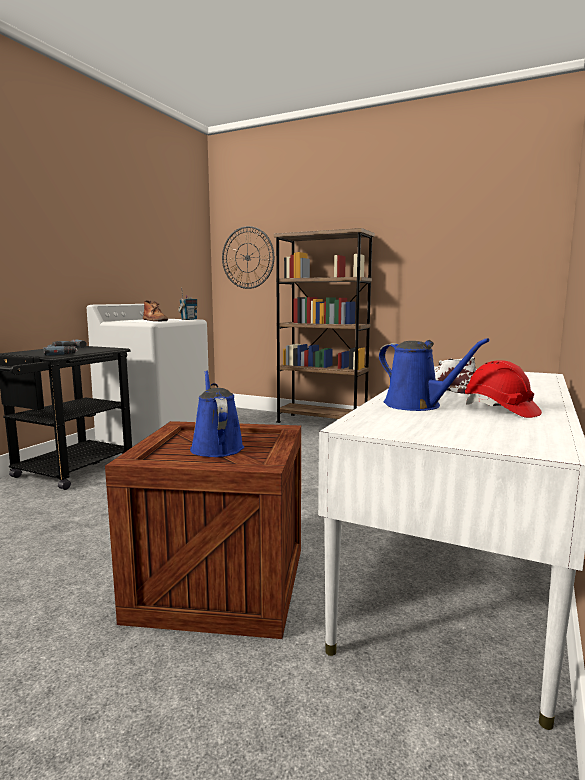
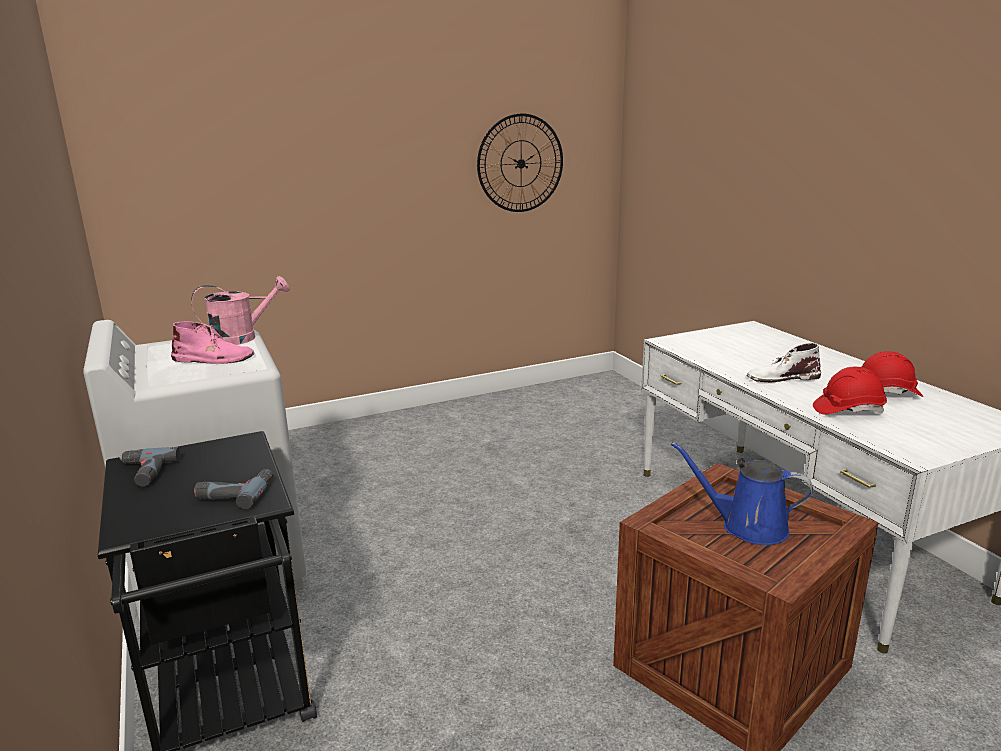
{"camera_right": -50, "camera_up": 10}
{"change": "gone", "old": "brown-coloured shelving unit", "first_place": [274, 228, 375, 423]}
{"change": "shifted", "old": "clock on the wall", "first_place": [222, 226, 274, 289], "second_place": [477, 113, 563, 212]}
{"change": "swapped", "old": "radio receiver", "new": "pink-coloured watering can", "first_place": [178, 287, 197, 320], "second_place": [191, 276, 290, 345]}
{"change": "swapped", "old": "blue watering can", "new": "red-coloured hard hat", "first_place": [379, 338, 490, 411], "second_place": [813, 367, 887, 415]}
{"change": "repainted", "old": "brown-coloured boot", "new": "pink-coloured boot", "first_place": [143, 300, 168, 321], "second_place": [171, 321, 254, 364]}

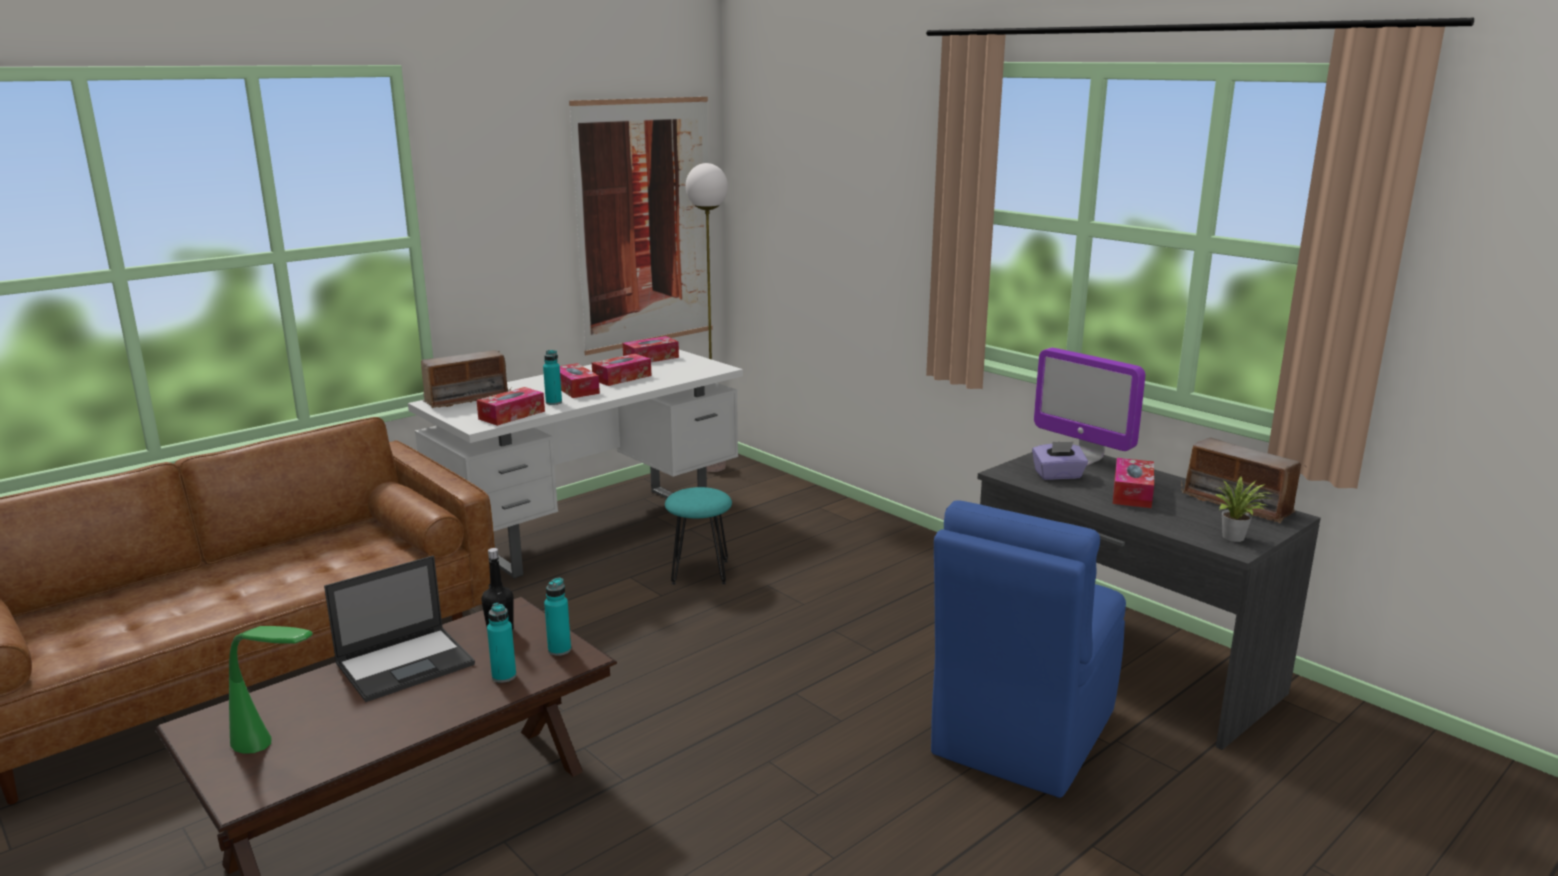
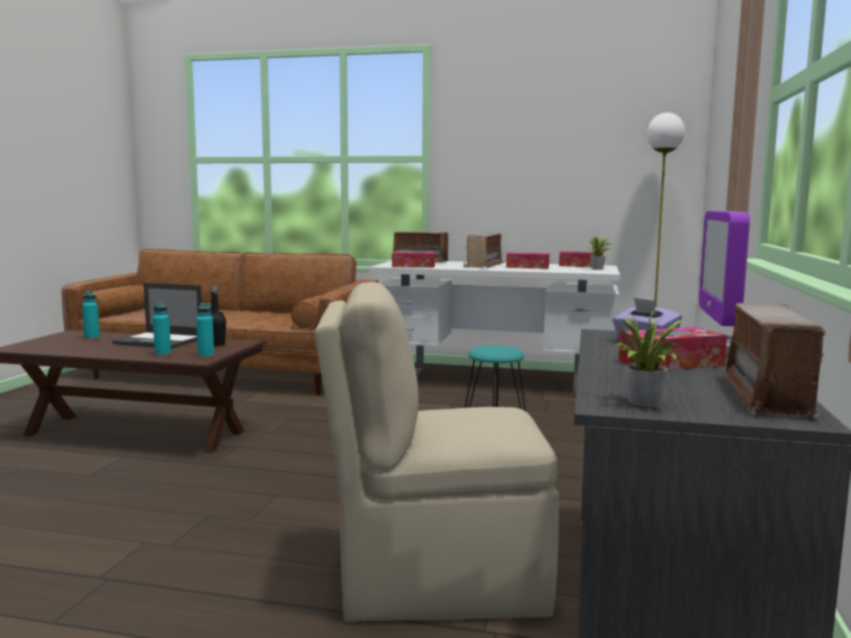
{"camera_right": 55, "camera_up": -10}
{"change": "gone", "old": "green table lamp", "first_place": [229, 626, 313, 754]}
{"change": "gone", "old": "wall picture", "first_place": [569, 97, 713, 355]}
{"change": "new", "new": "houseplant", "second_place": [585, 235, 614, 270]}
{"change": "shifted", "old": "turquoise drink bottle", "first_place": [543, 350, 562, 405], "second_place": [82, 291, 100, 339]}
{"change": "swapped", "old": "tissue box", "new": "radio receiver", "first_place": [560, 363, 600, 398], "second_place": [464, 233, 504, 268]}
{"change": "repainted", "old": "blue chair", "new": "sand-coloured chair", "first_place": [931, 501, 1126, 798], "second_place": [315, 282, 559, 621]}

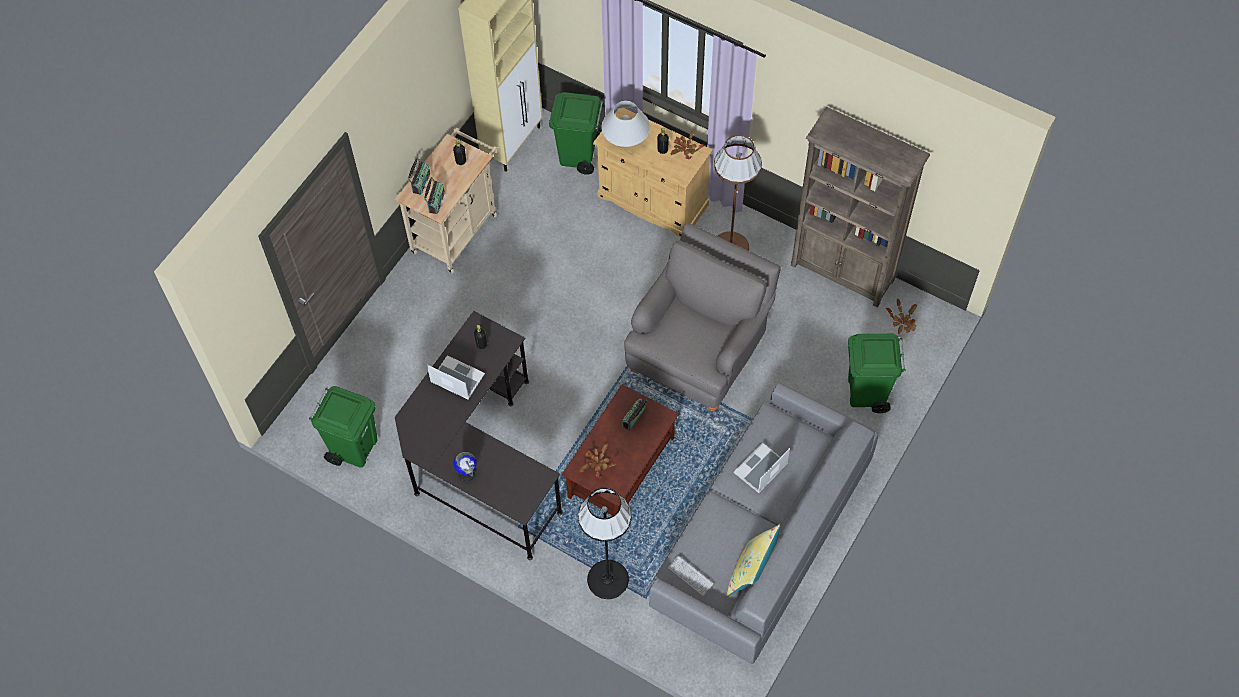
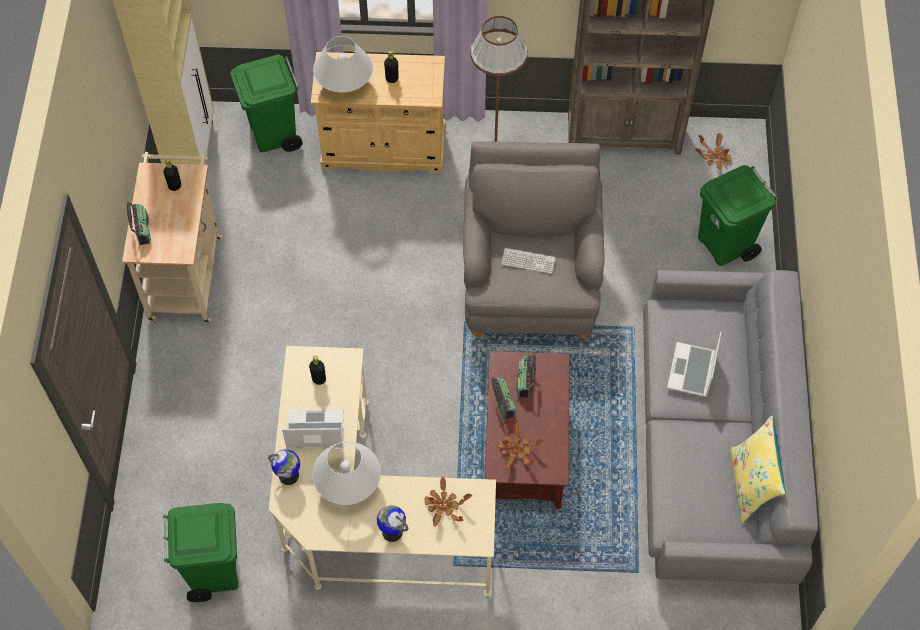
{"camera_right": -30, "camera_up": 0}
{"change": "gone", "old": "blackish standard lamp", "first_place": [578, 488, 632, 599]}
{"change": "new", "new": "world globe", "second_place": [268, 449, 300, 485]}
{"change": "new", "new": "white-coloured table lamp", "second_place": [312, 442, 381, 505]}
{"change": "shifted", "old": "radio receiver", "first_place": [424, 177, 445, 214], "second_place": [490, 377, 516, 420]}
{"change": "shifted", "old": "computer keyboard", "first_place": [668, 556, 713, 596], "second_place": [501, 248, 556, 274]}
{"change": "shifted", "old": "houseplant", "first_place": [671, 130, 705, 159], "second_place": [424, 477, 472, 527]}
{"change": "repainted", "old": "blackish desk", "new": "sand-coloured desk", "first_place": [395, 311, 563, 560], "second_place": [269, 346, 496, 596]}

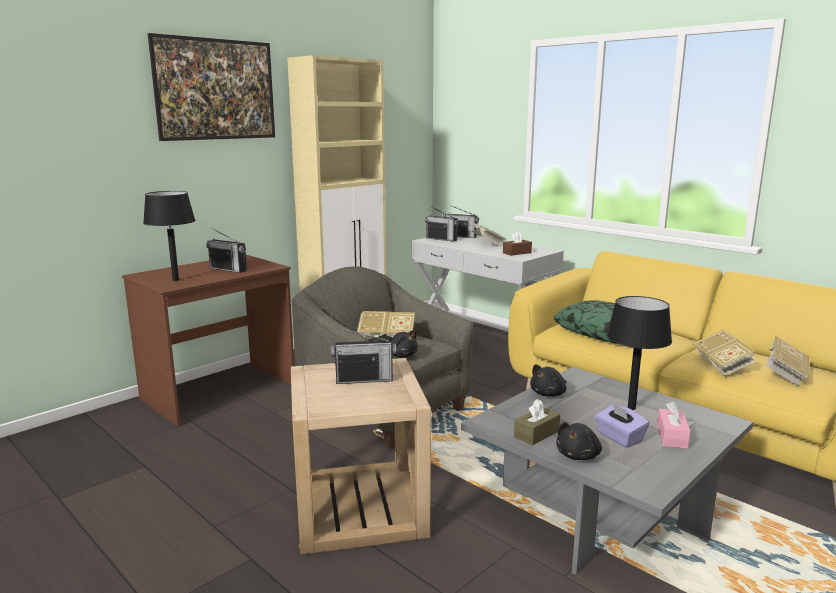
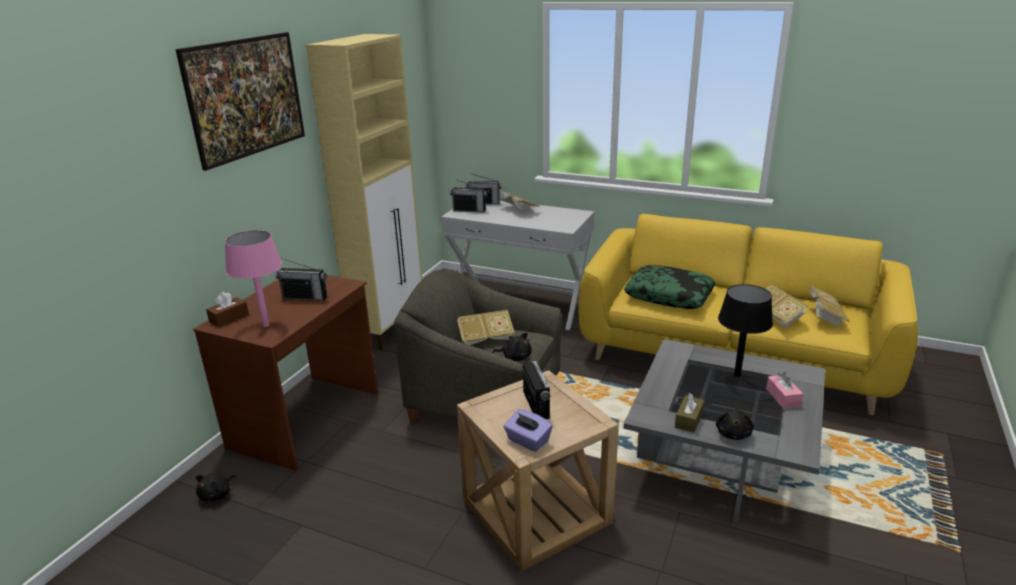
{"camera_right": -20, "camera_up": 10}
{"change": "shifted", "old": "brown-coloured tissue box", "first_place": [503, 231, 532, 256], "second_place": [206, 292, 249, 327]}
{"change": "shifted", "old": "blackish cuddly toy", "first_place": [530, 364, 567, 397], "second_place": [196, 473, 236, 501]}
{"change": "shifted", "old": "purplish tissue box", "first_place": [595, 402, 649, 448], "second_place": [504, 409, 553, 452]}
{"change": "repainted", "old": "blackish table lamp", "new": "pink-coloured table lamp", "first_place": [143, 191, 195, 281], "second_place": [225, 230, 282, 327]}
{"change": "rotated", "old": "radio receiver", "first_place": [331, 328, 396, 384], "second_place": [523, 360, 550, 419], "degrees": -75}

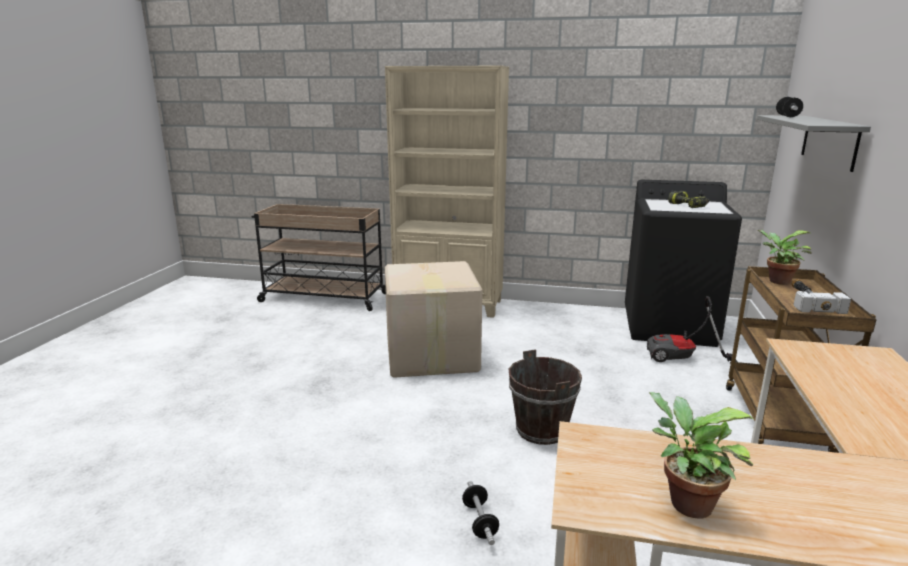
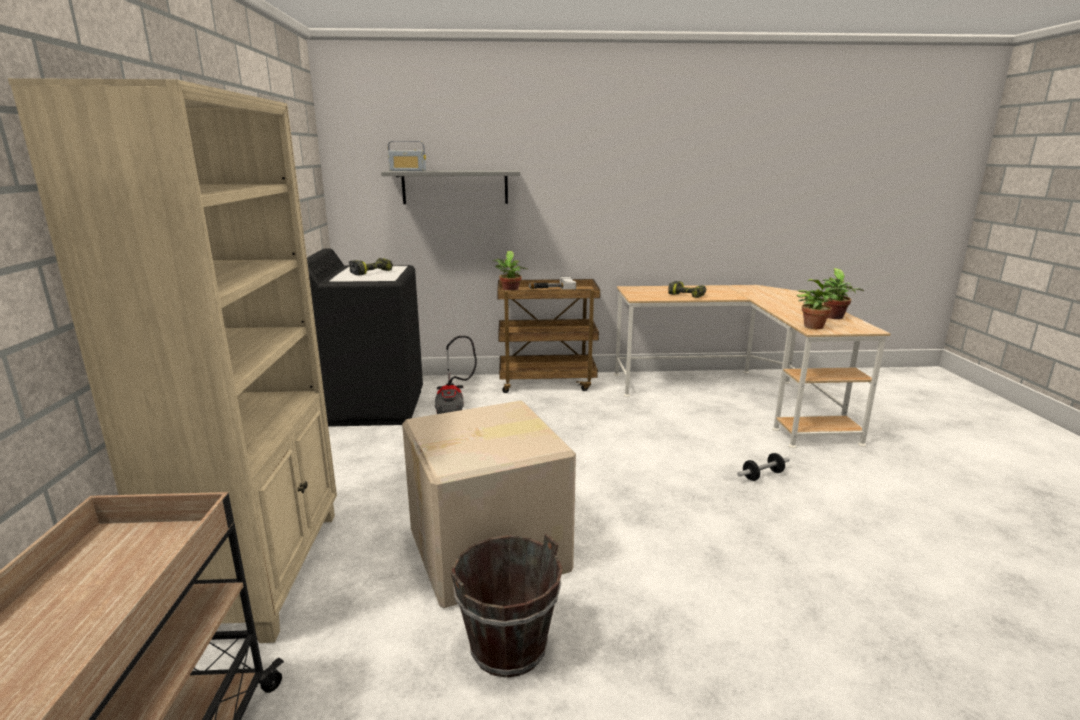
{"camera_right": -105, "camera_up": 0}
{"change": "new", "new": "power drill", "second_place": [668, 281, 706, 298]}
{"change": "new", "new": "houseplant", "second_place": [797, 279, 850, 329]}
{"change": "shifted", "old": "brown-coloured pail", "first_place": [509, 349, 582, 445], "second_place": [451, 534, 563, 678]}
{"change": "swapped", "old": "dumbbell", "new": "radio receiver", "first_place": [776, 97, 803, 117], "second_place": [388, 141, 426, 171]}

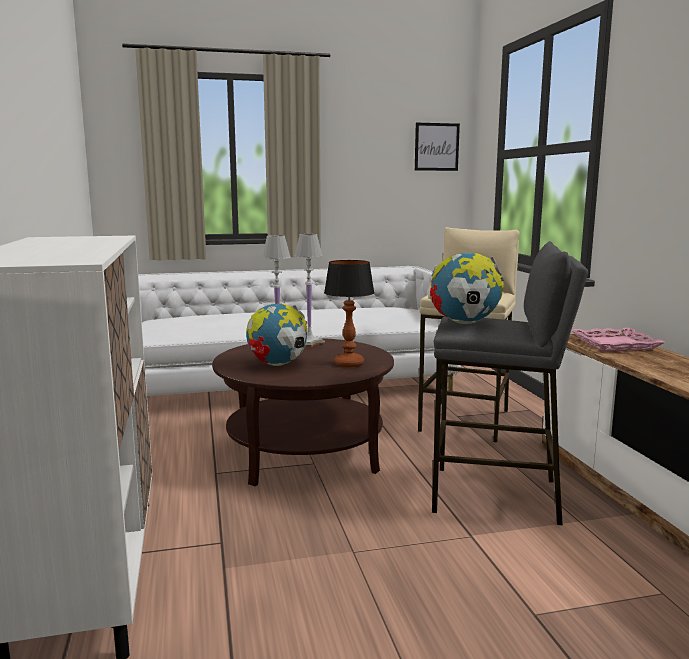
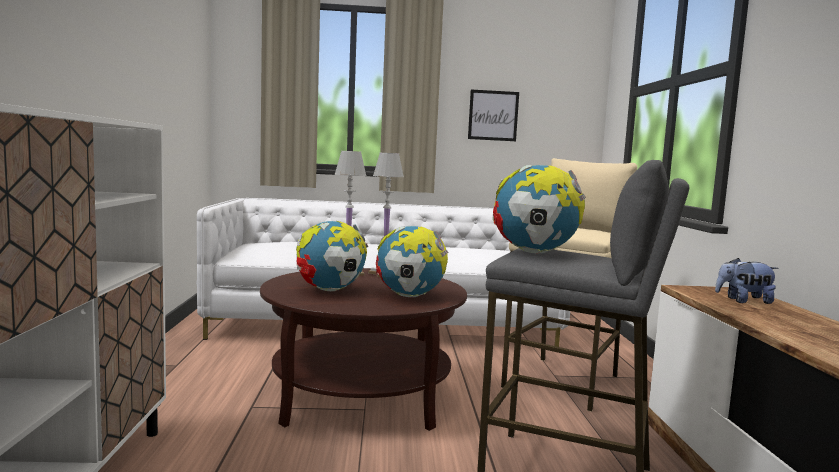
{"camera_right": 10, "camera_up": -5}
{"change": "shifted", "old": "wall picture", "first_place": [415, 123, 460, 171], "second_place": [468, 89, 519, 141]}
{"change": "swapped", "old": "table lamp", "new": "world globe", "first_place": [324, 260, 375, 367], "second_place": [376, 226, 448, 297]}
{"change": "swapped", "old": "pink-coloured tray", "new": "cuddly toy", "first_place": [571, 328, 665, 351], "second_place": [715, 258, 778, 304]}

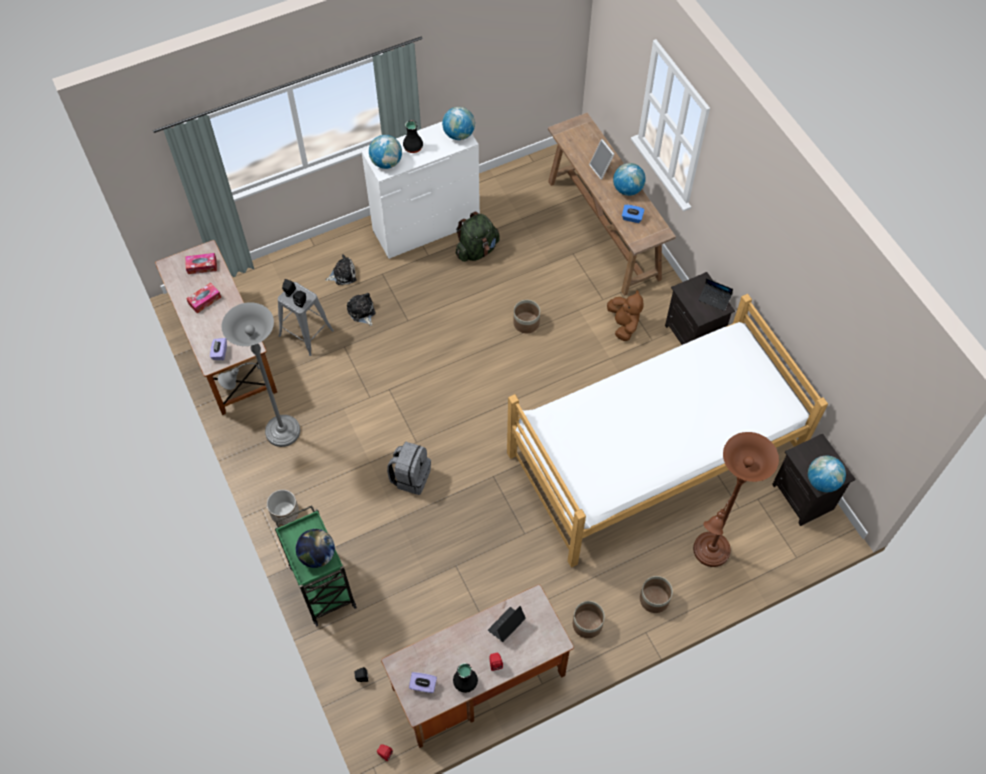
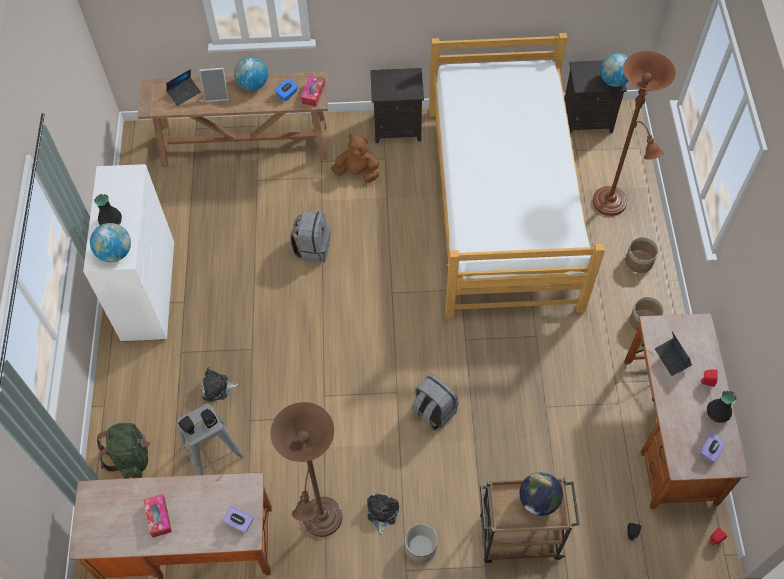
{"camera_right": -65, "camera_up": 0}
{"change": "gone", "old": "world globe", "first_place": [442, 107, 475, 140]}
{"change": "shifted", "old": "tissue box", "first_place": [185, 253, 217, 274], "second_place": [301, 76, 325, 107]}
{"change": "shifted", "old": "cuddly toy", "first_place": [325, 254, 357, 285], "second_place": [367, 493, 399, 536]}
{"change": "shifted", "old": "green knapsack", "first_place": [456, 212, 500, 262], "second_place": [97, 423, 150, 479]}
{"change": "shifted", "old": "notebook computer", "first_place": [698, 278, 733, 311], "second_place": [166, 69, 201, 106]}
{"change": "swapped", "old": "flower pot", "new": "greyish knapsack", "first_place": [513, 300, 540, 333], "second_place": [290, 210, 331, 263]}
{"change": "repainted", "old": "greyish standard lamp", "new": "brown-coloured standard lamp", "first_place": [218, 302, 300, 447], "second_place": [271, 402, 343, 537]}
{"change": "repainted", "old": "green wheeled cart", "new": "brown-coloured wheeled cart", "first_place": [274, 505, 357, 627], "second_place": [480, 477, 579, 563]}

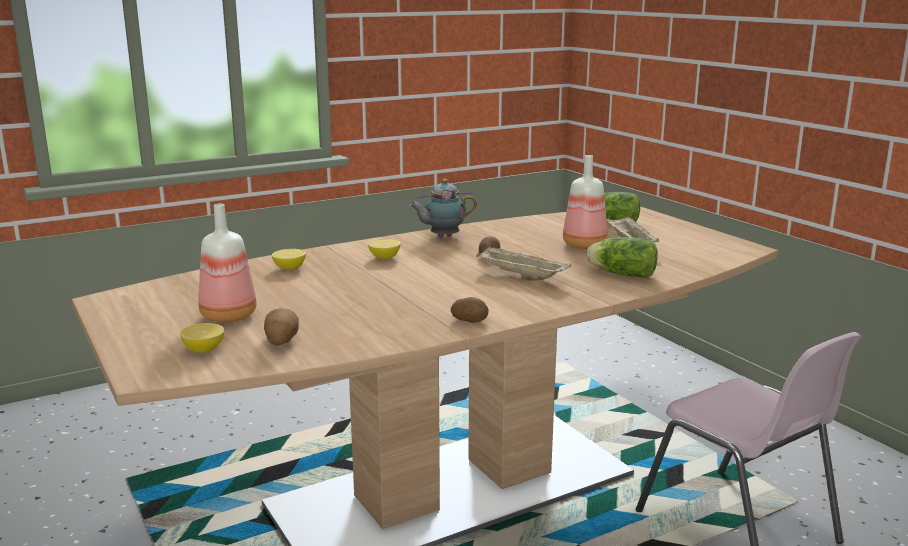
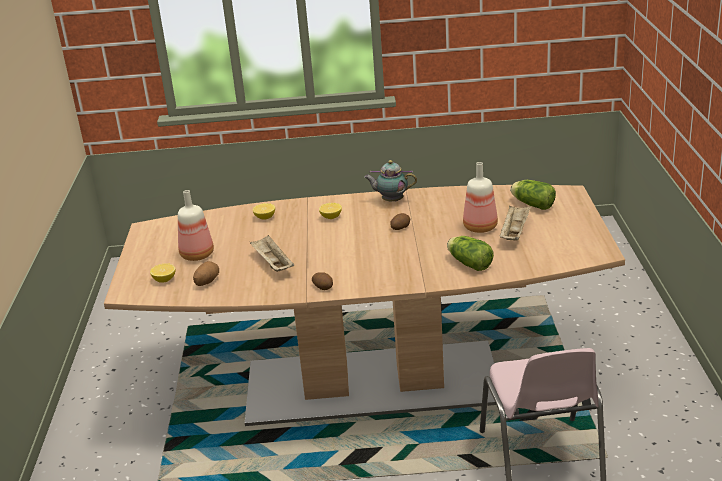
{"camera_right": 30, "camera_up": 10}
{"change": "shifted", "old": "sand-coloured tray", "first_place": [476, 246, 571, 281], "second_place": [250, 235, 294, 272]}

